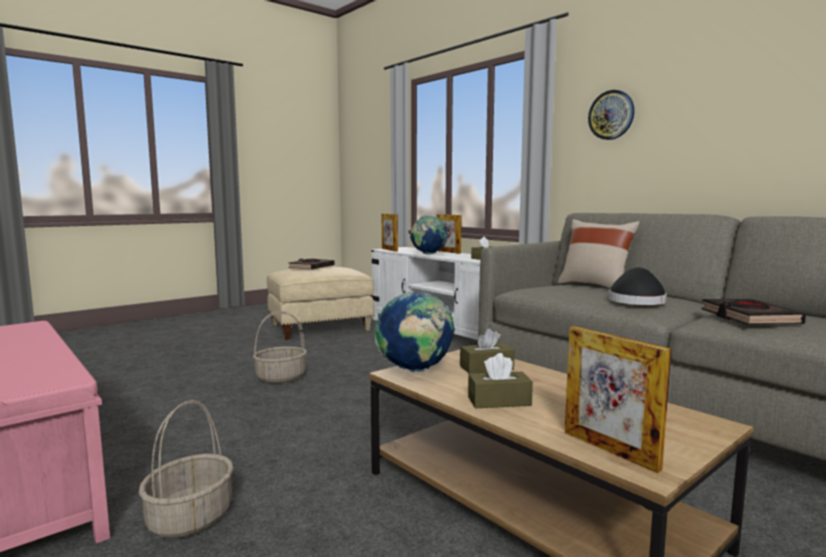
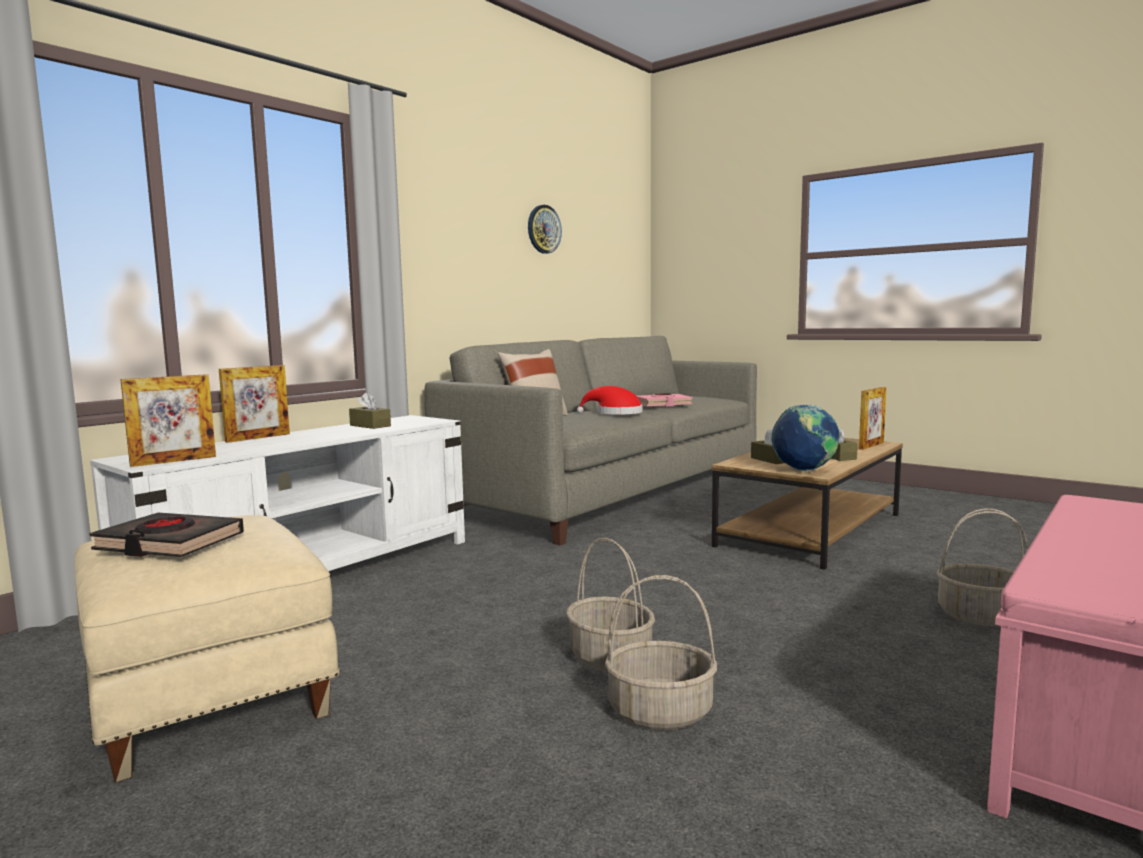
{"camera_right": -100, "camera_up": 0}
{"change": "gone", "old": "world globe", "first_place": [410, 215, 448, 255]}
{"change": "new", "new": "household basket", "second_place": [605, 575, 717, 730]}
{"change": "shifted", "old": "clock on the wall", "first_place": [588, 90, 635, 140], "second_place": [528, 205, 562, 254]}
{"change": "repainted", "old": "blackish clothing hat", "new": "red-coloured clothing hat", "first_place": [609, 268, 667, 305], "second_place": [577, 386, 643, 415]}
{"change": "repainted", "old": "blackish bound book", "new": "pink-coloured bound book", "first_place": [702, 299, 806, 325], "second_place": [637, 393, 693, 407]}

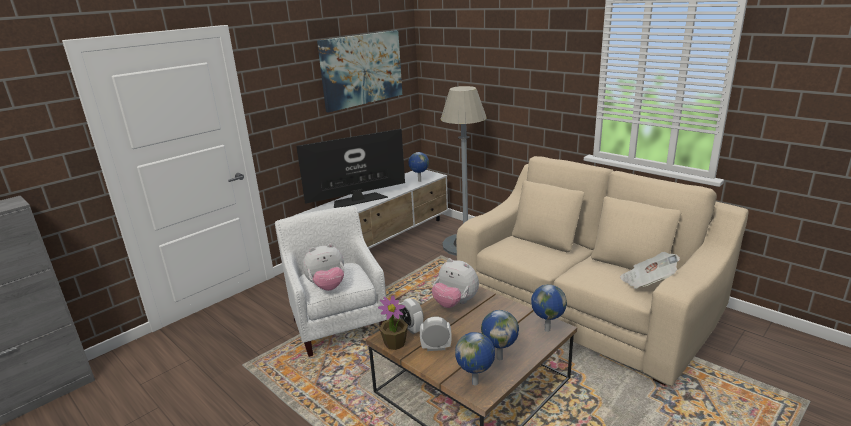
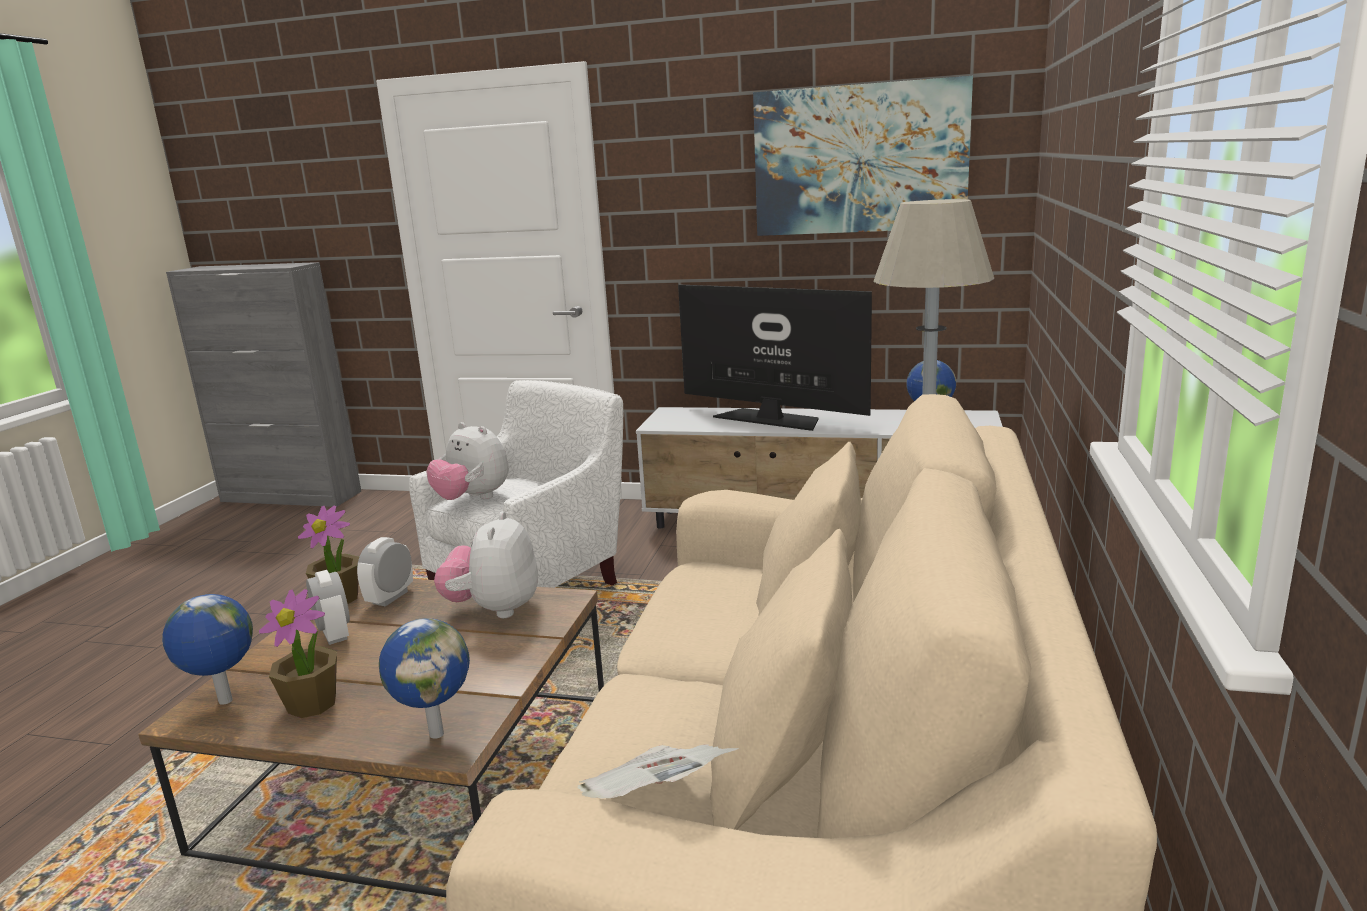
{"camera_right": 60, "camera_up": -5}
{"change": "swapped", "old": "world globe", "new": "houseplant", "first_place": [481, 310, 519, 360], "second_place": [259, 589, 337, 718]}

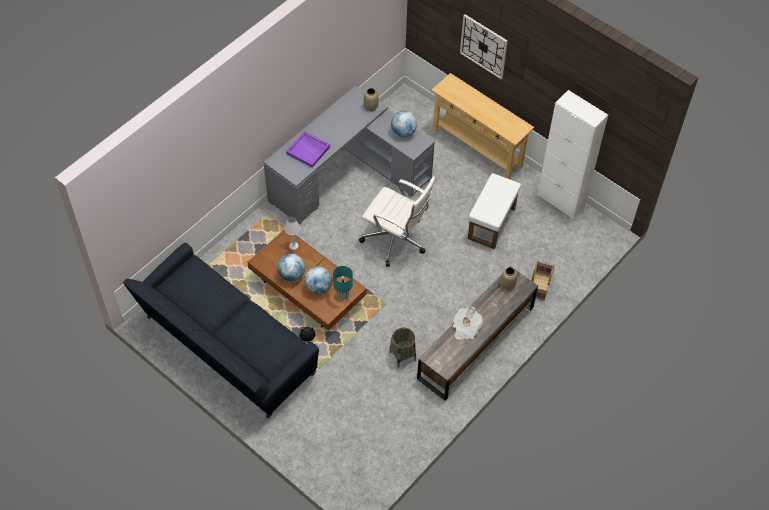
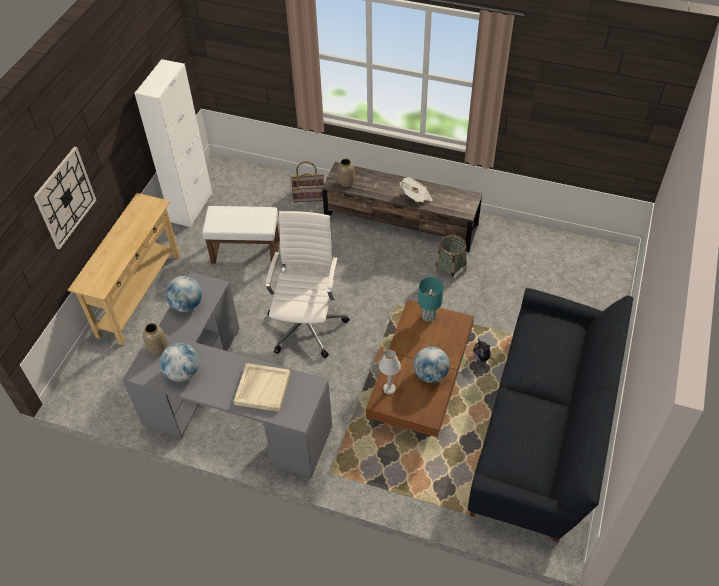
{"camera_right": -110, "camera_up": -5}
{"change": "shifted", "old": "world globe", "first_place": [304, 266, 332, 294], "second_place": [160, 343, 199, 382]}
{"change": "repainted", "old": "purplish tray", "new": "sand-coloured tray", "first_place": [286, 131, 330, 168], "second_place": [233, 363, 290, 412]}

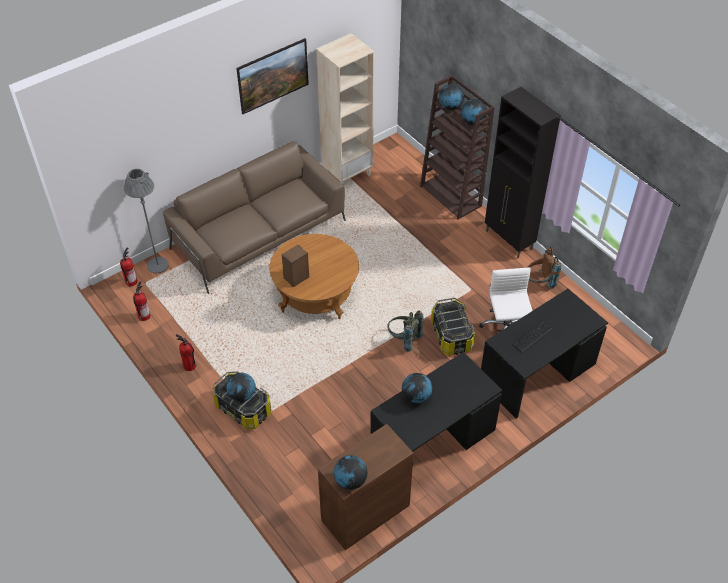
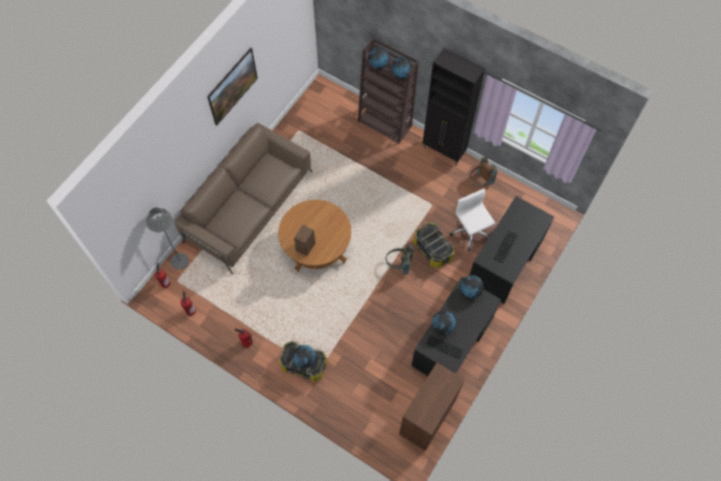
{"camera_right": -20, "camera_up": 15}
{"change": "gone", "old": "sand-coloured shelving unit", "first_place": [316, 33, 374, 185]}
{"change": "new", "new": "computer keyboard", "second_place": [426, 335, 464, 360]}
{"change": "shifted", "old": "world globe", "first_place": [334, 455, 368, 490], "second_place": [460, 275, 484, 298]}

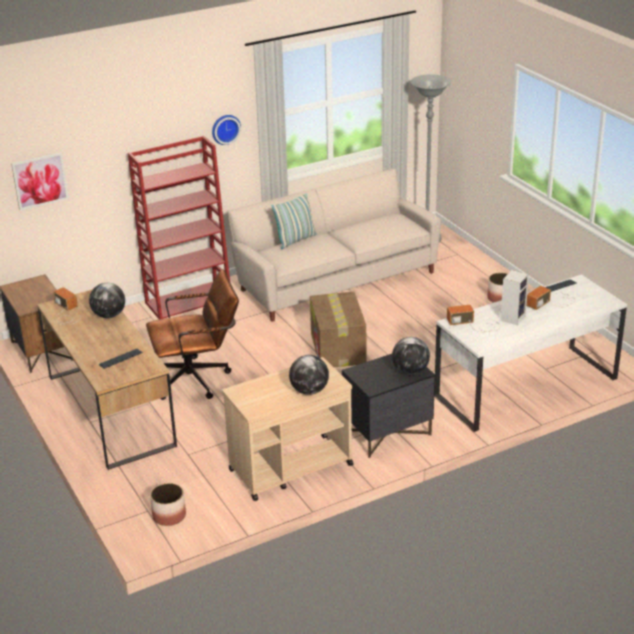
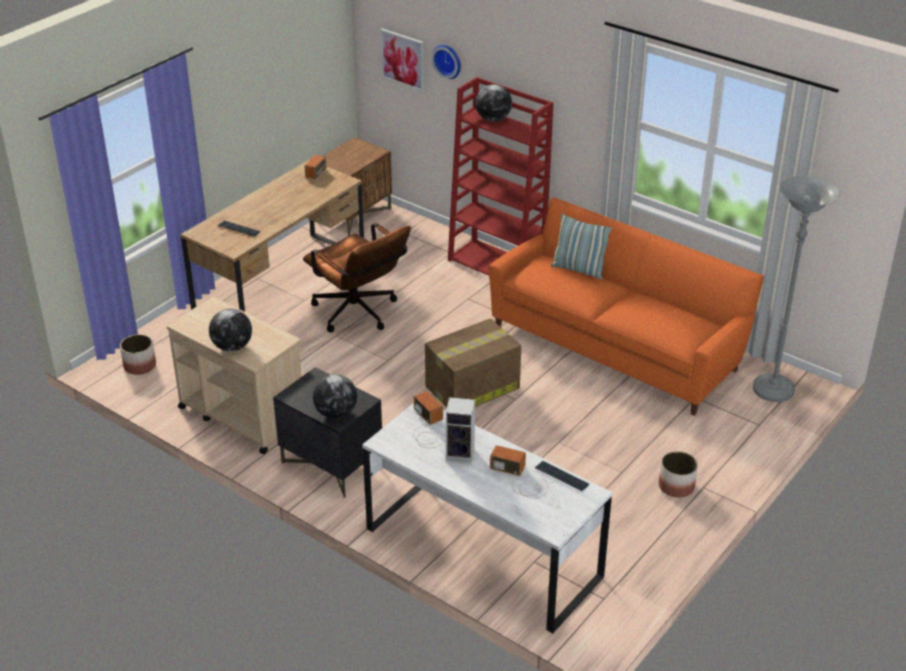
{"camera_right": 65, "camera_up": 5}
{"change": "shifted", "old": "world globe", "first_place": [89, 283, 125, 318], "second_place": [475, 84, 512, 122]}
{"change": "shifted", "old": "clock on the wall", "first_place": [212, 115, 241, 145], "second_place": [431, 45, 461, 79]}
{"change": "repainted", "old": "sand-coloured settee", "new": "orangey settee", "first_place": [227, 168, 442, 322], "second_place": [488, 197, 764, 416]}

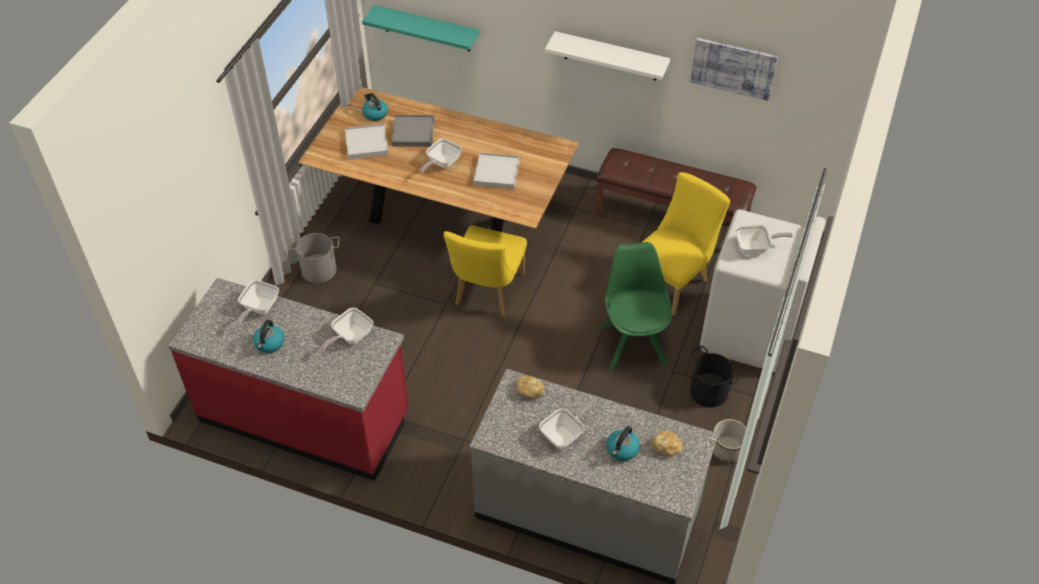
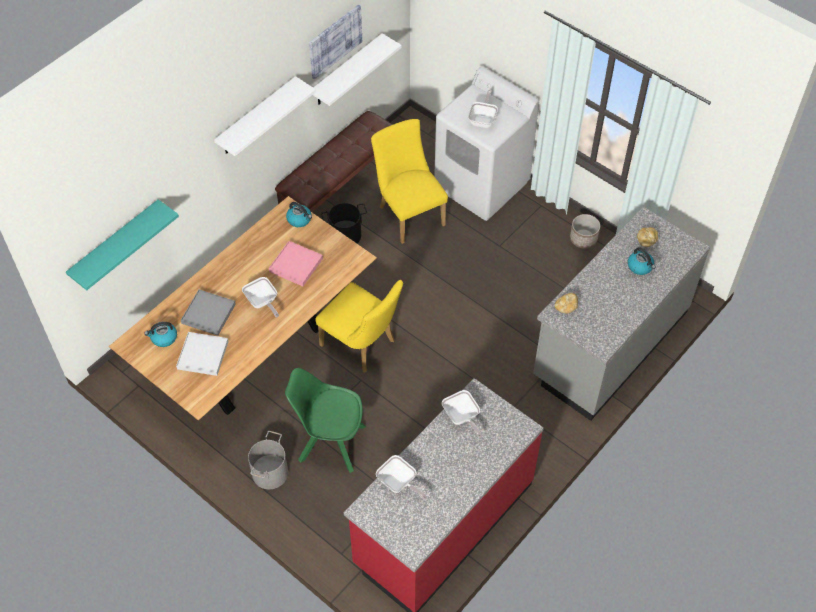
{"camera_right": -70, "camera_up": 5}
{"change": "gone", "old": "frying pan", "first_place": [539, 401, 595, 449]}
{"change": "new", "new": "white-coloured shelf", "second_place": [313, 33, 402, 106]}
{"change": "shifted", "old": "water kettle", "first_place": [253, 320, 284, 353], "second_place": [286, 202, 312, 227]}
{"change": "shifted", "old": "green chair", "first_place": [600, 242, 672, 371], "second_place": [285, 368, 366, 473]}
{"change": "shifted", "old": "blackish pail", "first_place": [690, 346, 738, 407], "second_place": [321, 203, 367, 243]}
{"change": "repainted", "old": "white-coloured tray", "new": "pink-coloured tray", "first_place": [473, 153, 520, 189], "second_place": [269, 241, 323, 286]}

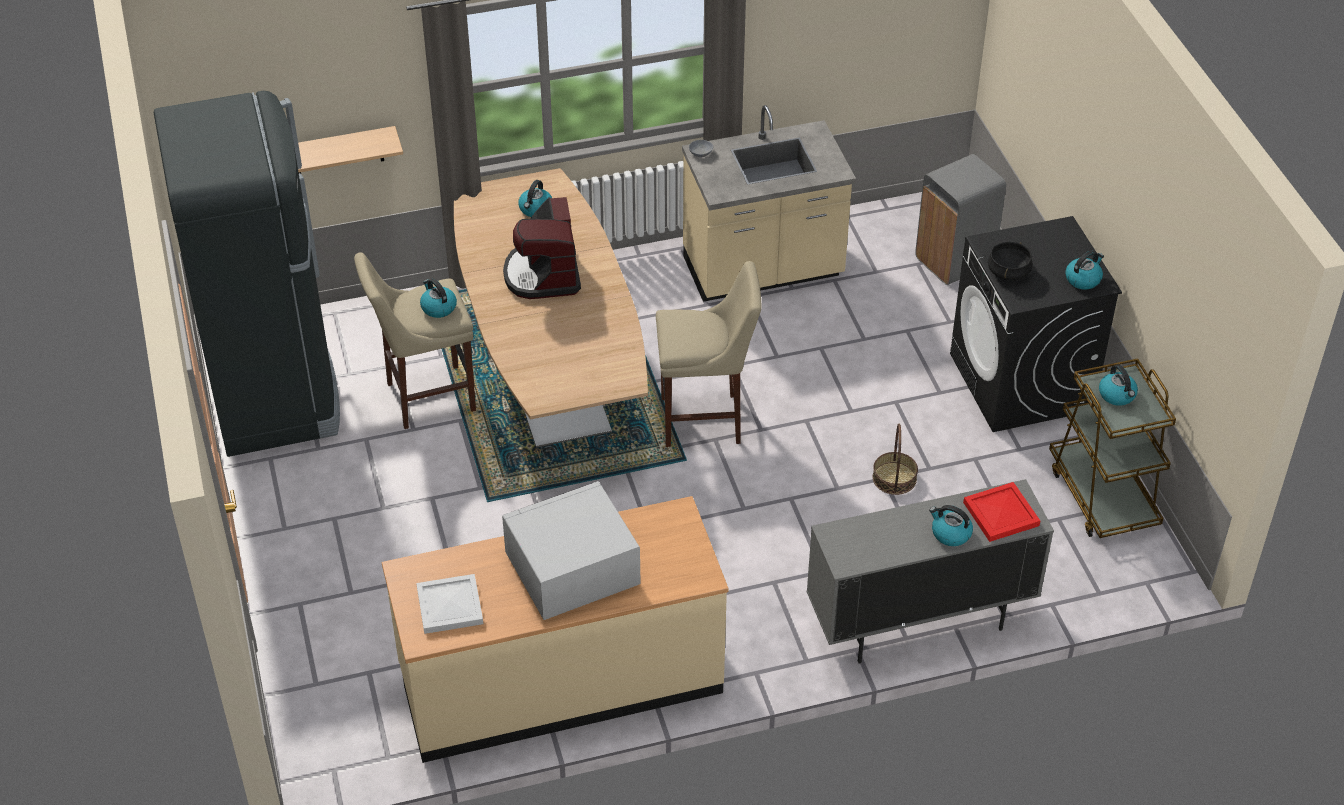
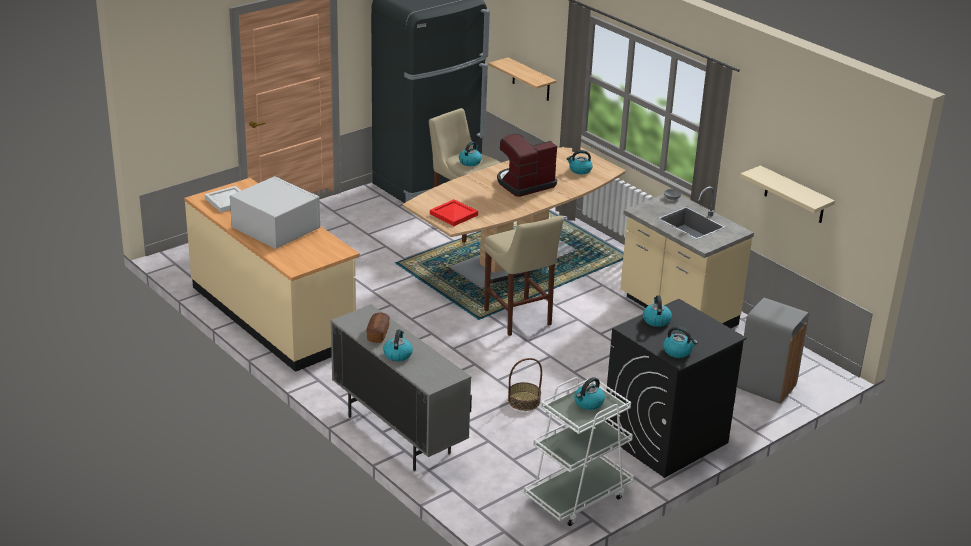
{"camera_right": 65, "camera_up": -15}
{"change": "new", "new": "baked bread", "second_place": [366, 312, 390, 343]}
{"change": "new", "new": "sand-coloured shelf", "second_place": [740, 165, 835, 223]}
{"change": "shifted", "old": "red-coloured tray", "first_place": [963, 482, 1040, 542], "second_place": [430, 199, 478, 226]}
{"change": "swapped", "old": "blackish saucepot", "new": "water kettle", "first_place": [988, 242, 1033, 281], "second_place": [643, 295, 672, 327]}
{"change": "repainted", "old": "brown-coloured wheeled cart", "new": "white-coloured wheeled cart", "first_place": [1049, 358, 1176, 538], "second_place": [524, 377, 634, 526]}

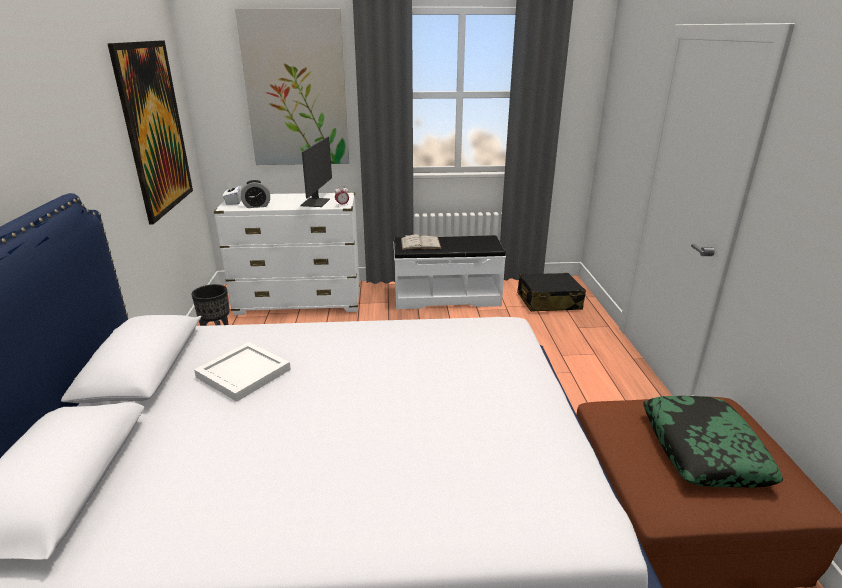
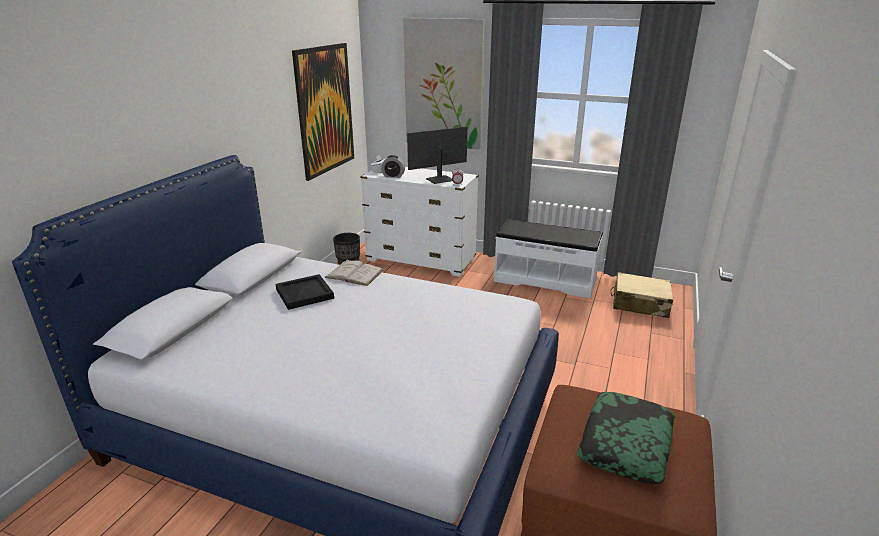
{"camera_right": 25, "camera_up": 0}
{"change": "shifted", "old": "white-coloured bound book", "first_place": [401, 234, 442, 250], "second_place": [325, 260, 384, 286]}
{"change": "repainted", "old": "white-coloured tray", "new": "blackish tray", "first_place": [194, 342, 291, 402], "second_place": [276, 274, 334, 310]}
{"change": "repainted", "old": "blackish suitcase", "new": "sand-coloured suitcase", "first_place": [517, 273, 586, 312], "second_place": [610, 272, 673, 318]}
{"change": "rotated", "old": "computer screen", "first_place": [300, 137, 332, 207], "second_place": [407, 127, 468, 184], "degrees": -150}

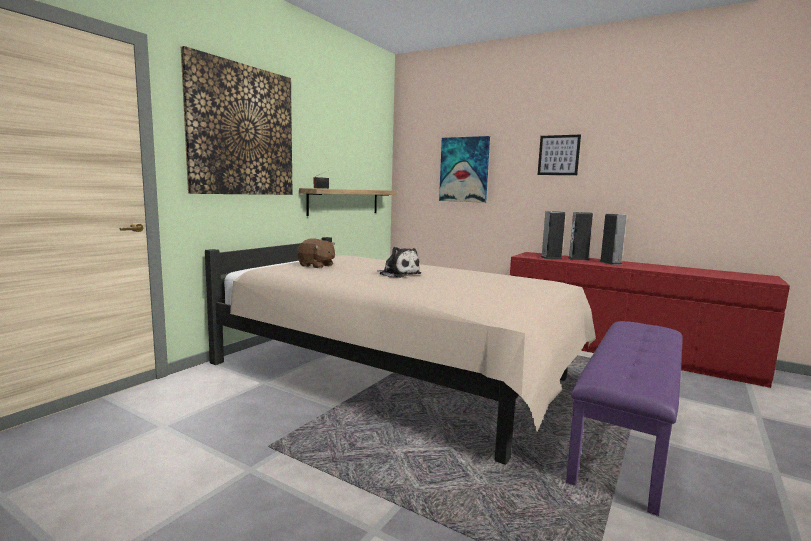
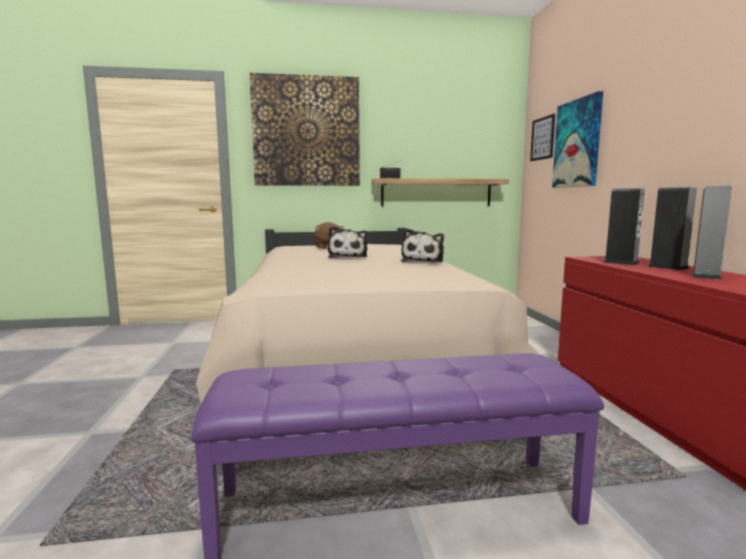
{"camera_right": 50, "camera_up": 0}
{"change": "new", "new": "cuddly toy", "second_place": [401, 228, 444, 263]}
{"change": "shifted", "old": "wall picture", "first_place": [538, 134, 581, 175], "second_place": [530, 114, 555, 161]}

